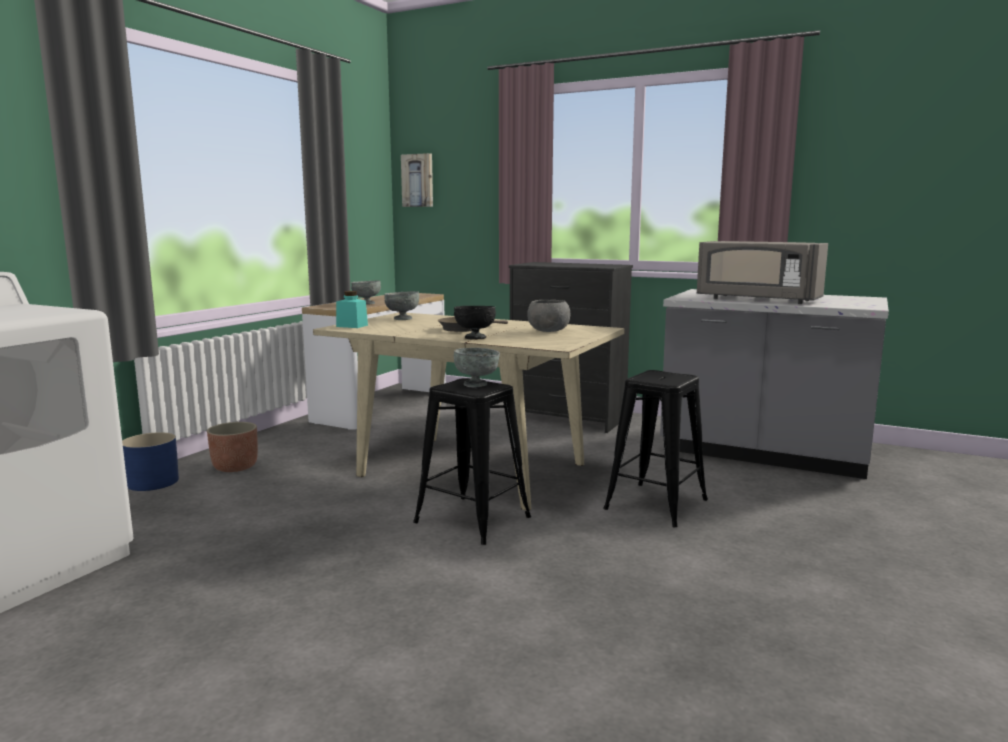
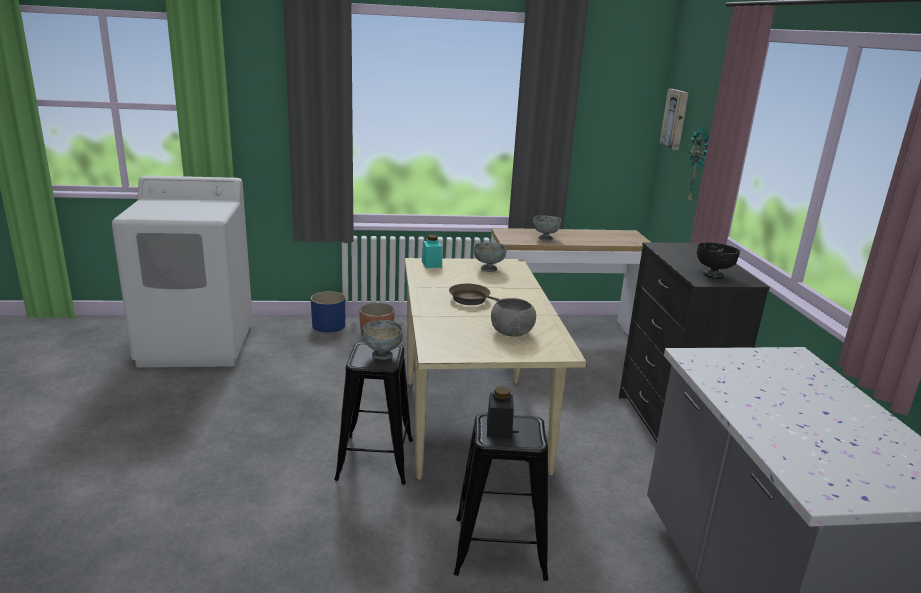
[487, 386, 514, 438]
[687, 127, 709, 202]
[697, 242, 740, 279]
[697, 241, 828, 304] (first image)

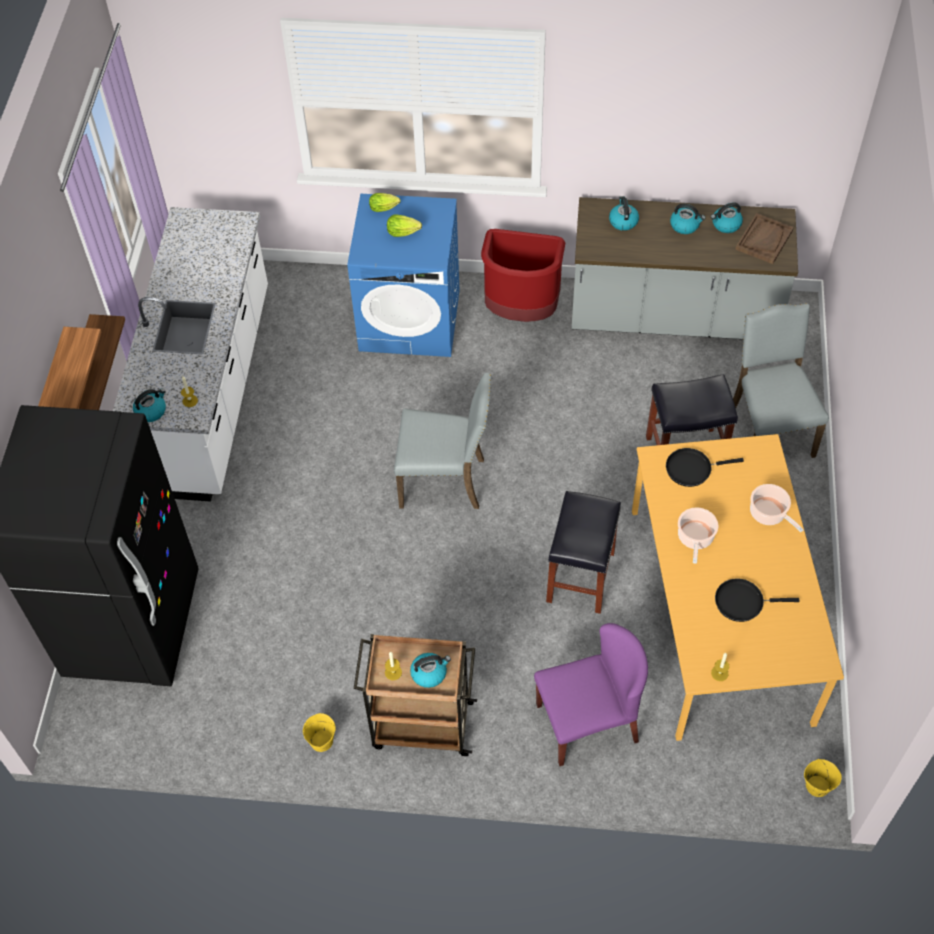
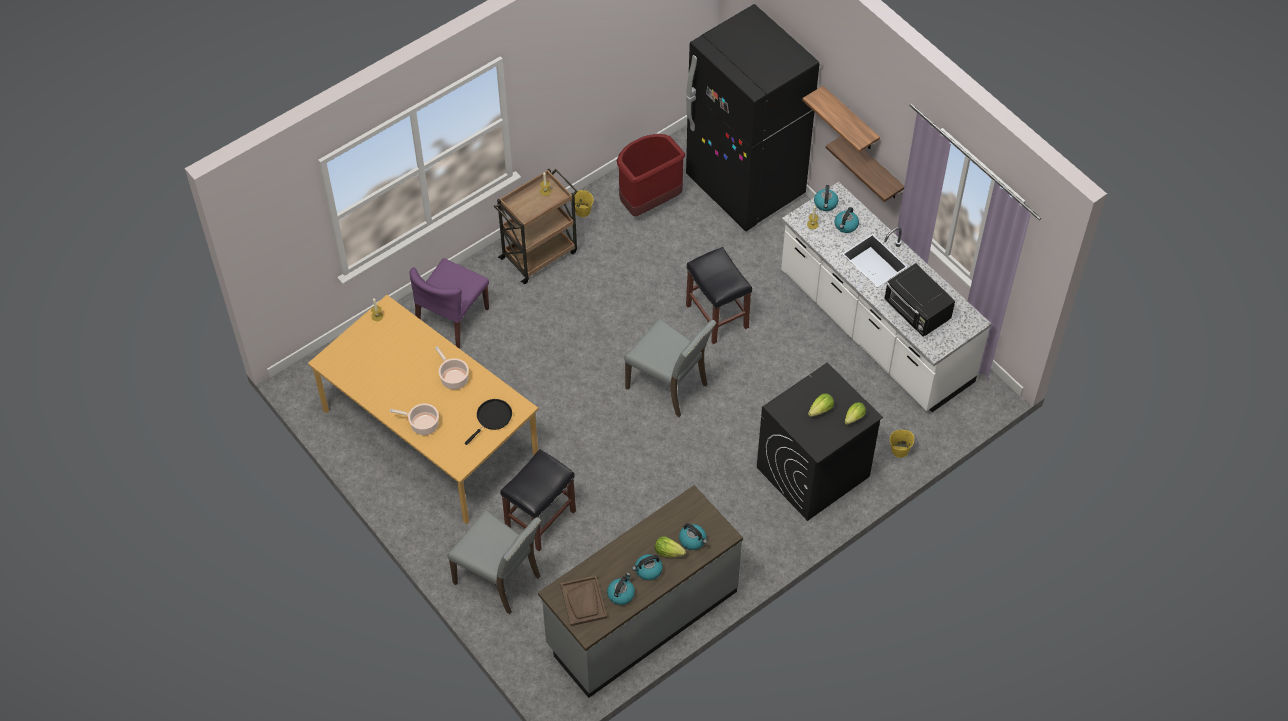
[617, 134, 685, 216]
[624, 318, 717, 417]
[655, 536, 686, 557]
[686, 247, 752, 344]
[757, 362, 883, 521]
[834, 207, 859, 233]
[884, 263, 955, 337]
[890, 430, 914, 458]
[715, 578, 799, 622] (first image)

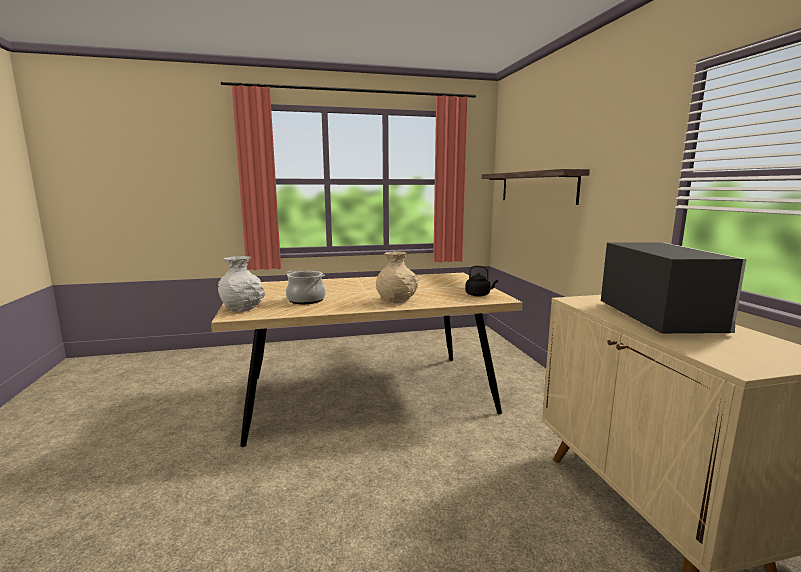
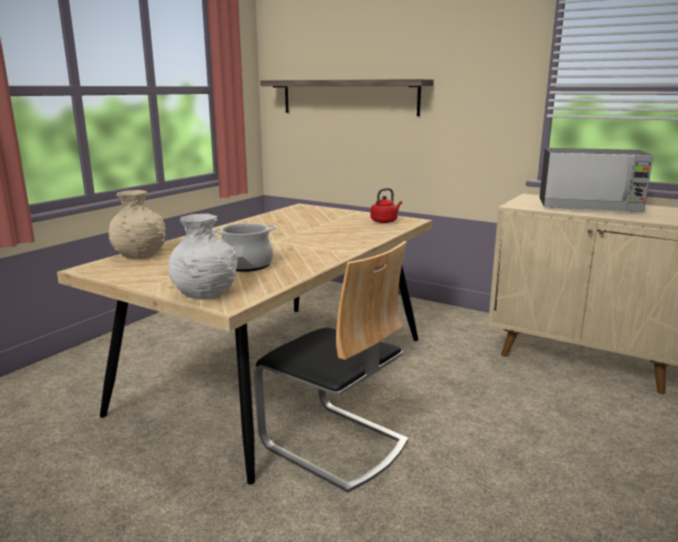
[108, 190, 165, 259]
[254, 241, 408, 492]
[371, 188, 402, 223]
[539, 148, 654, 212]

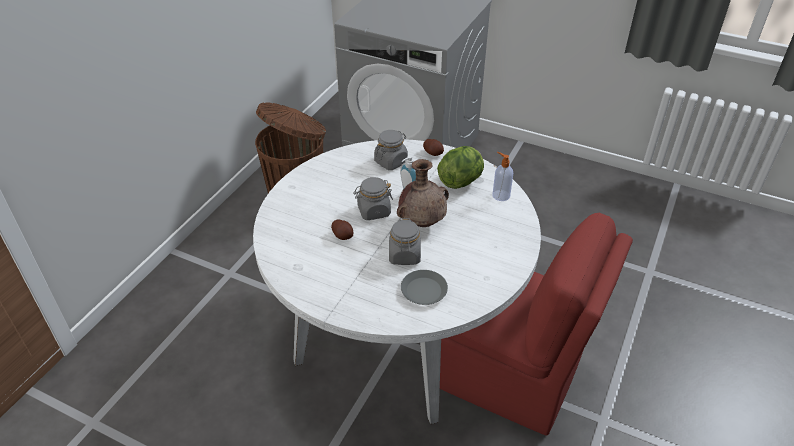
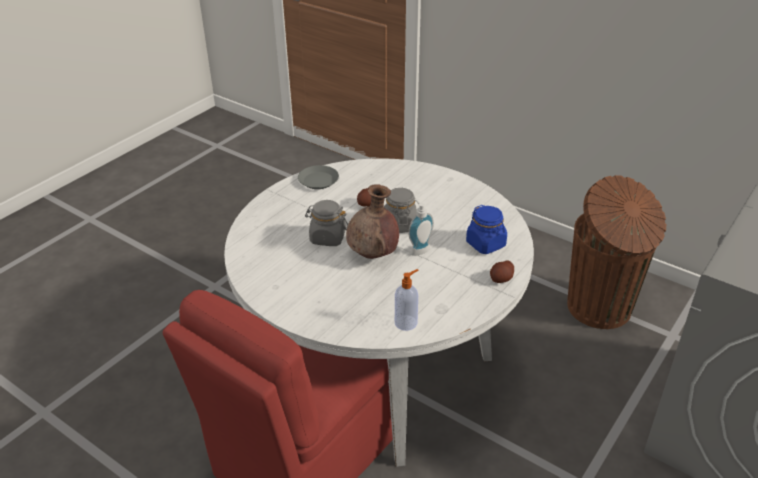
[298, 165, 339, 189]
[466, 205, 507, 254]
[437, 146, 484, 189] (first image)

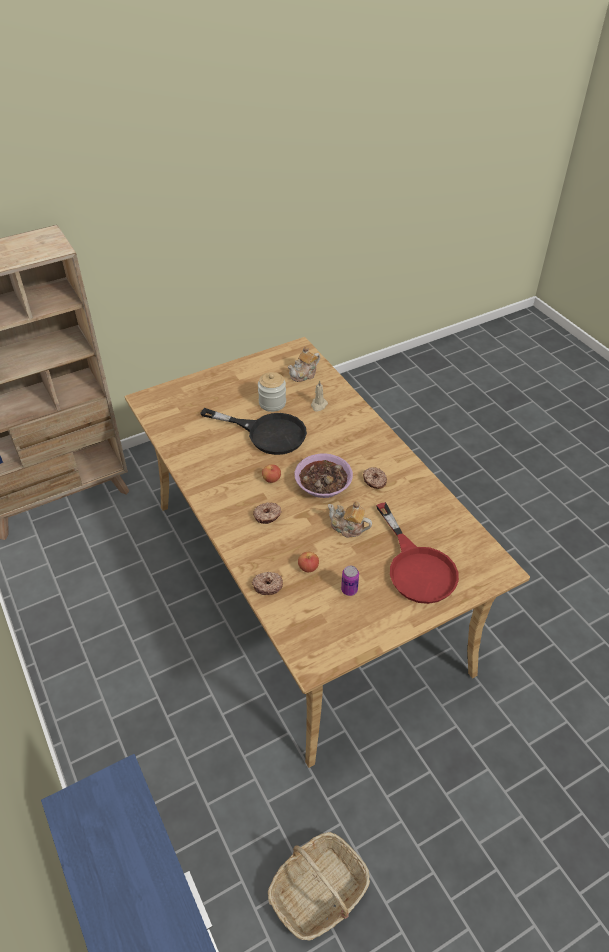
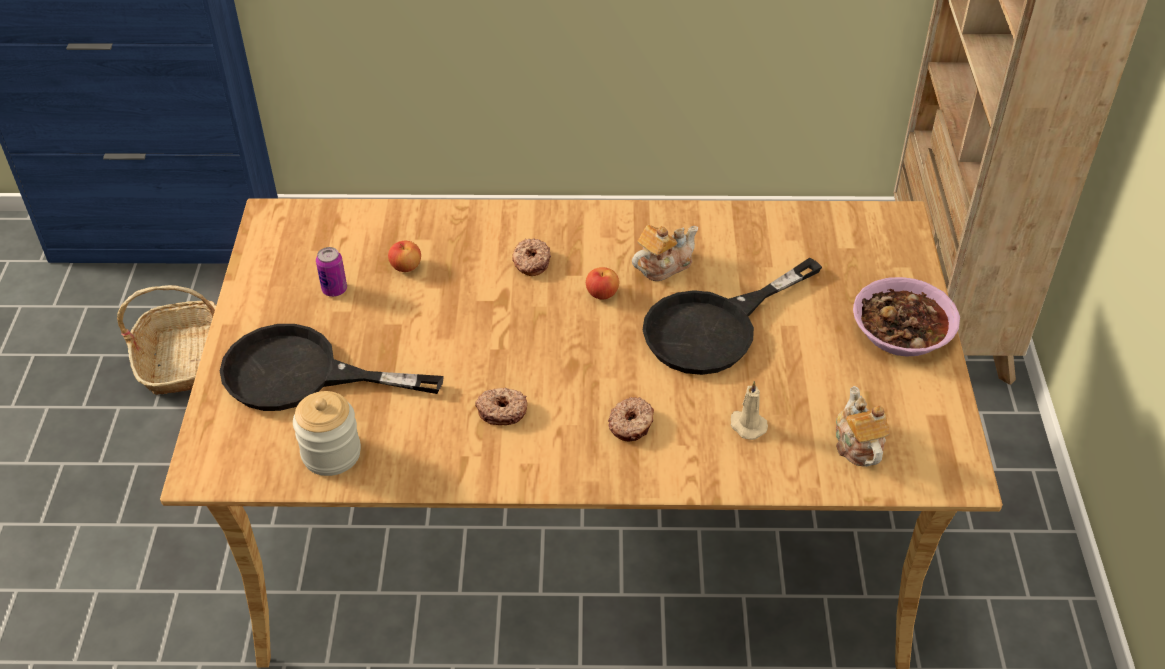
[220, 324, 444, 411]
[293, 391, 361, 476]
[608, 397, 654, 442]
[632, 225, 698, 281]
[853, 277, 960, 357]

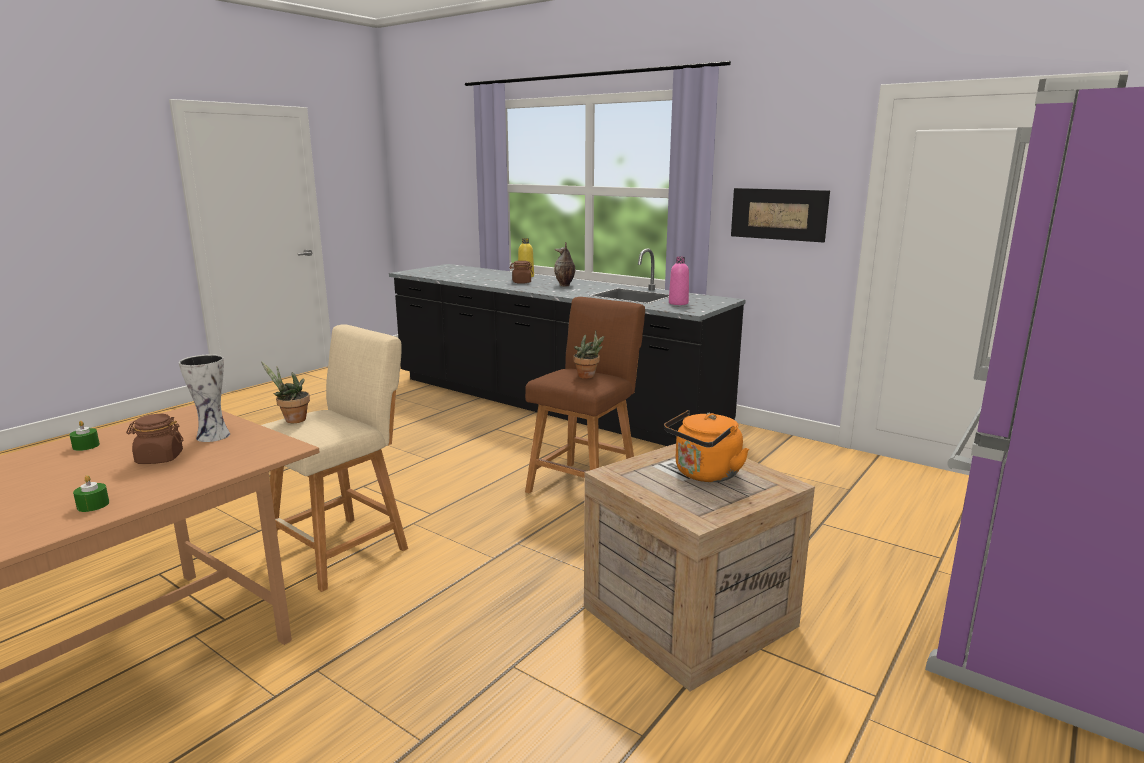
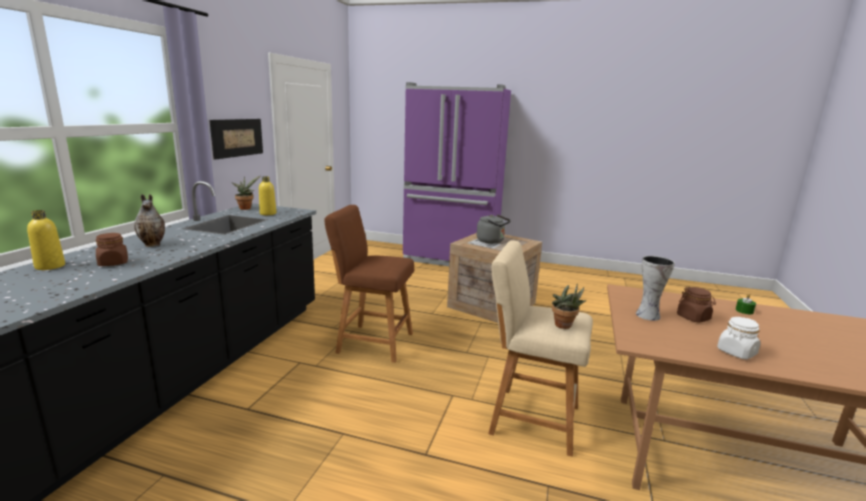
[231, 176, 260, 210]
[259, 176, 276, 215]
[477, 214, 511, 244]
[717, 317, 760, 359]

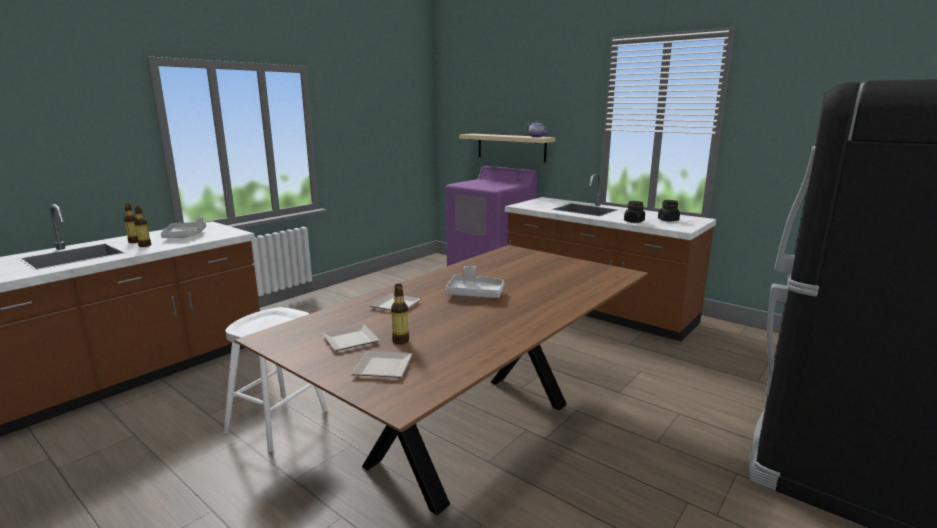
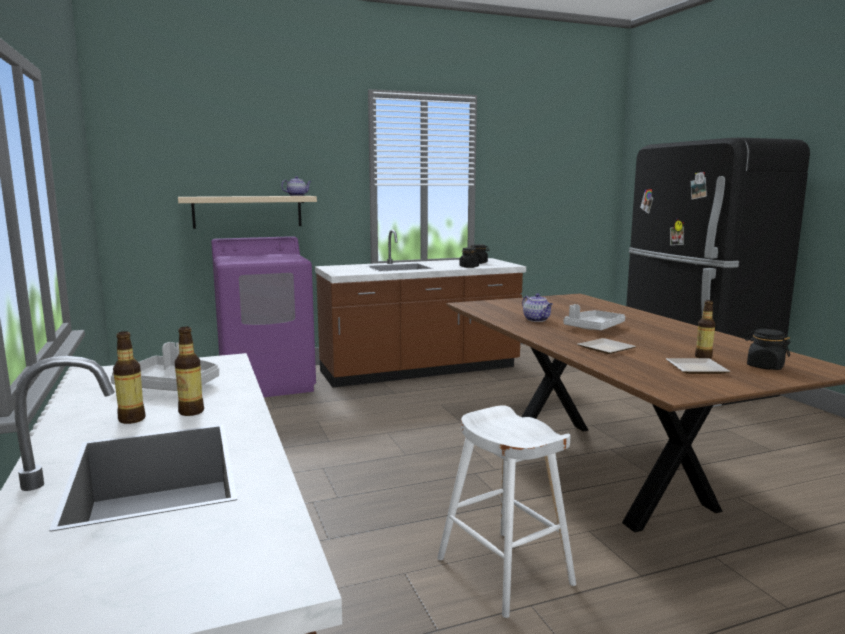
[522, 293, 553, 322]
[745, 329, 790, 370]

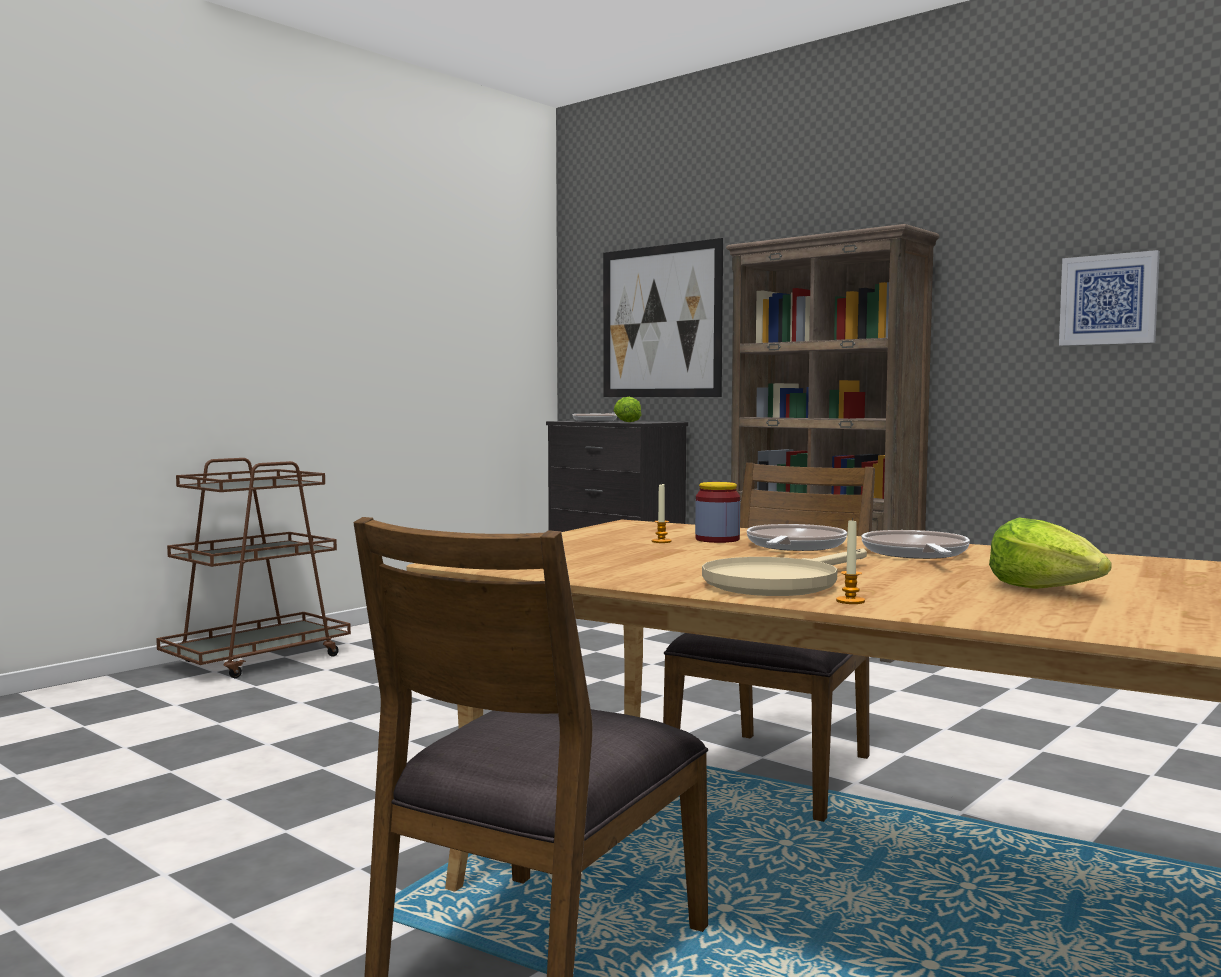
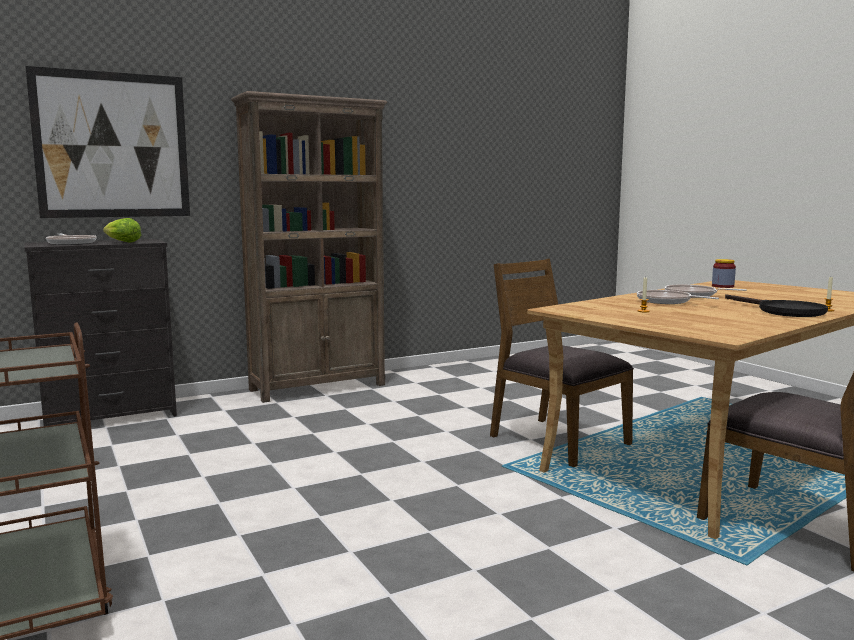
[712, 259, 736, 288]
[725, 294, 828, 317]
[989, 517, 1111, 589] (first image)
[1059, 250, 1160, 346] (first image)

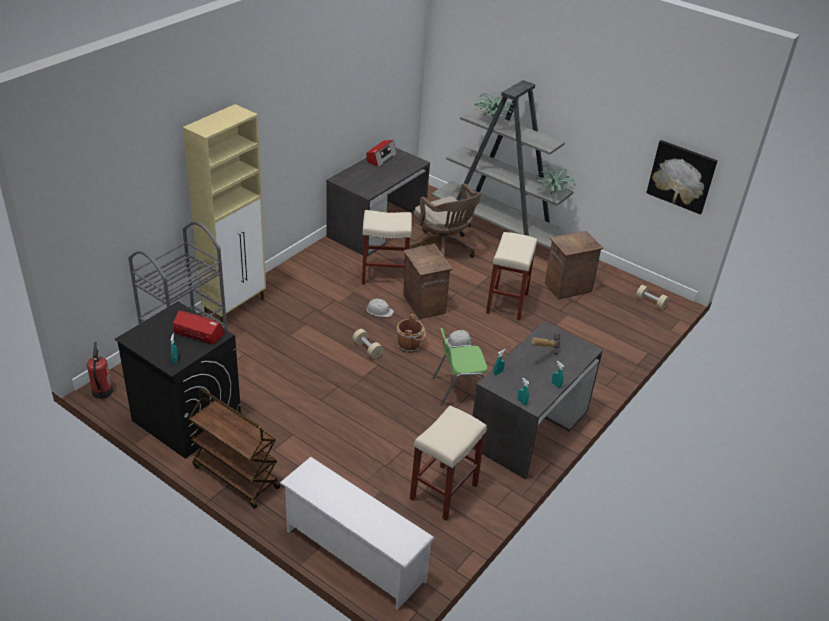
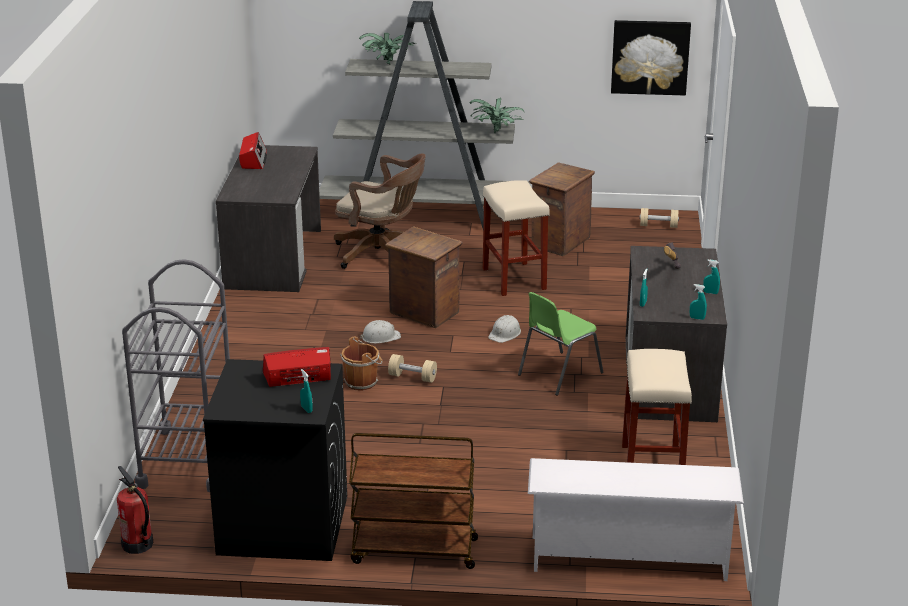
[340, 336, 383, 391]
[183, 104, 266, 326] (first image)
[362, 210, 412, 285] (first image)

